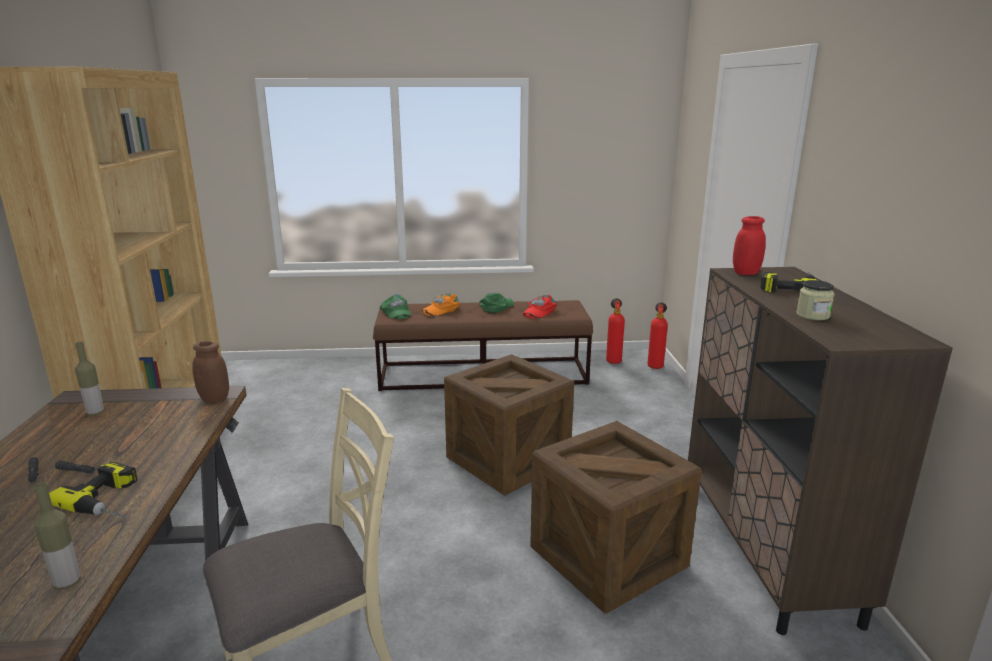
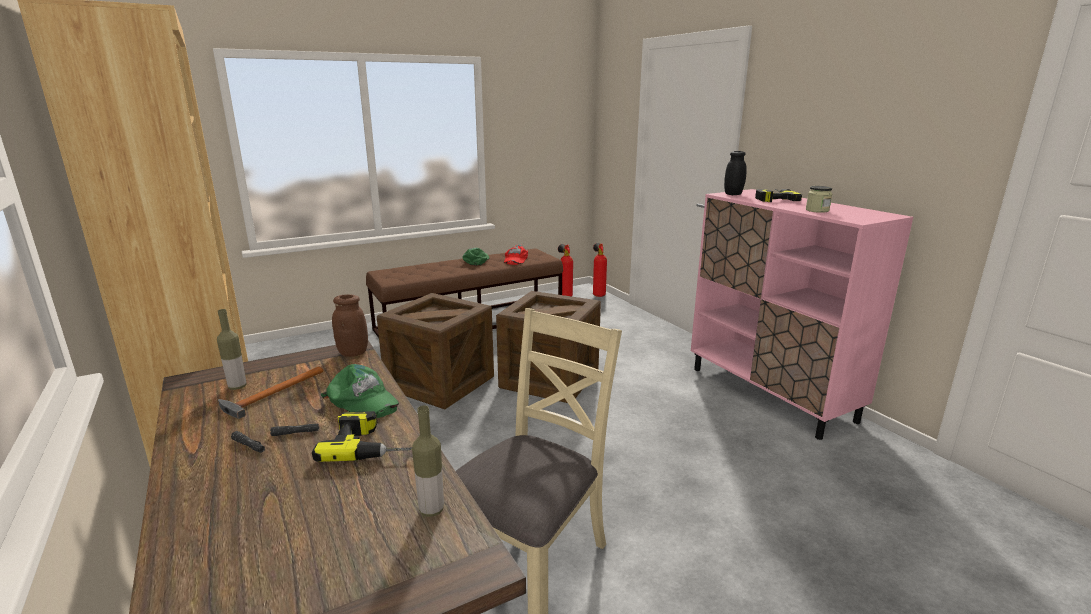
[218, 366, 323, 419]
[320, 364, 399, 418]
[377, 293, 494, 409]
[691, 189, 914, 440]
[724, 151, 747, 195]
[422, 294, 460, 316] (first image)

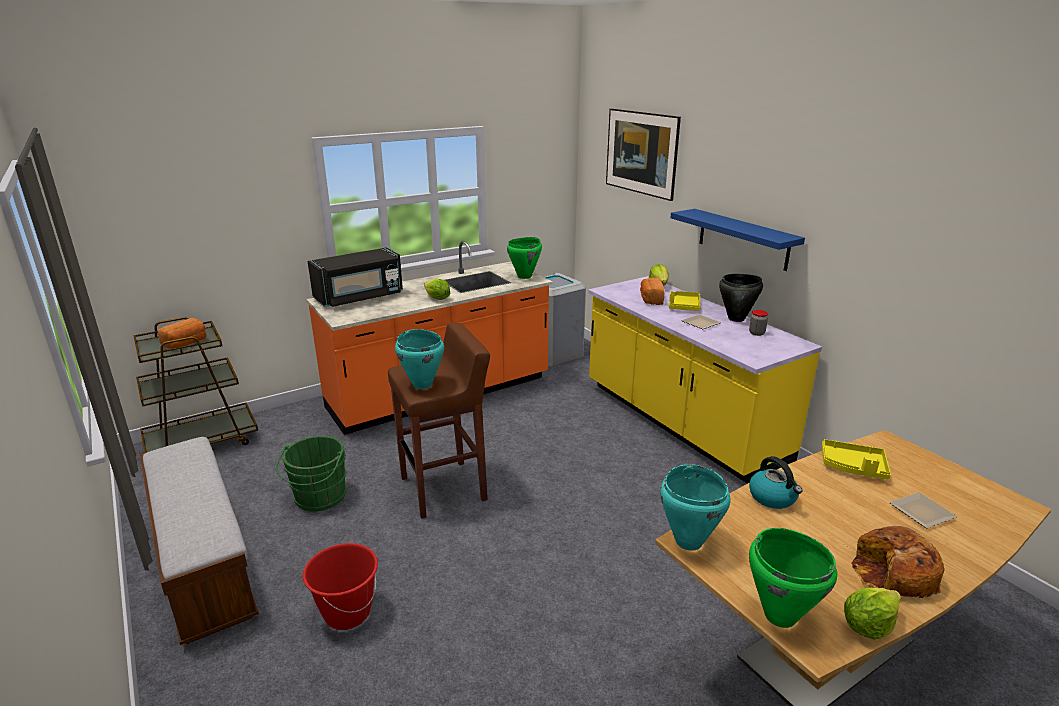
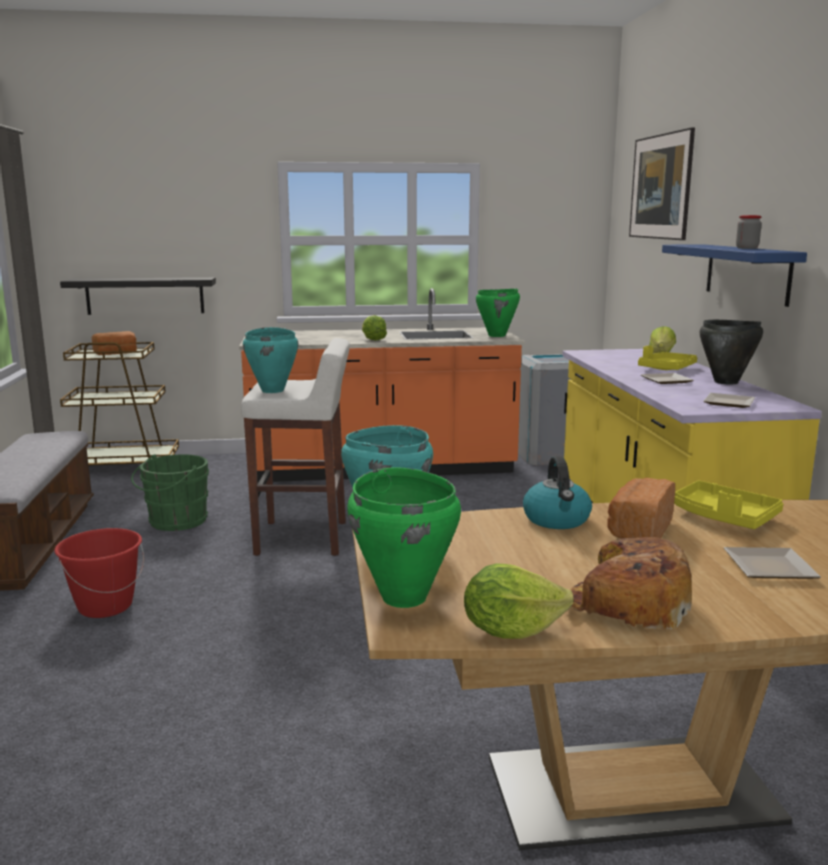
[60, 277, 216, 315]
[241, 338, 350, 556]
[607, 478, 675, 539]
[703, 393, 755, 408]
[736, 215, 762, 249]
[308, 247, 403, 307] (first image)

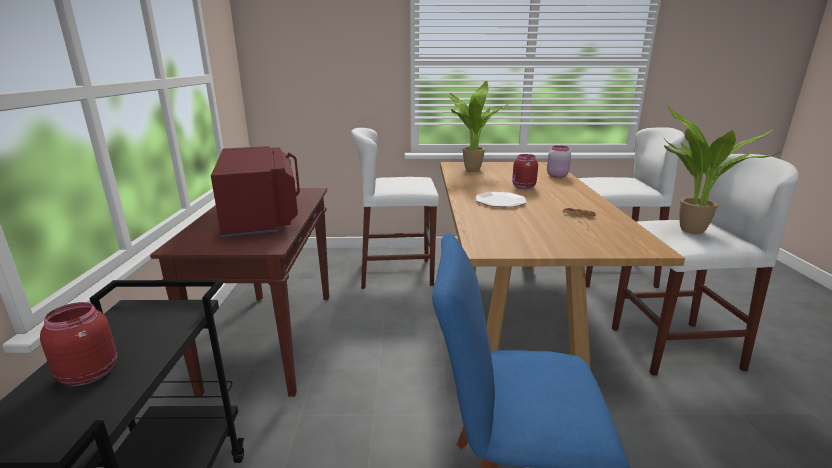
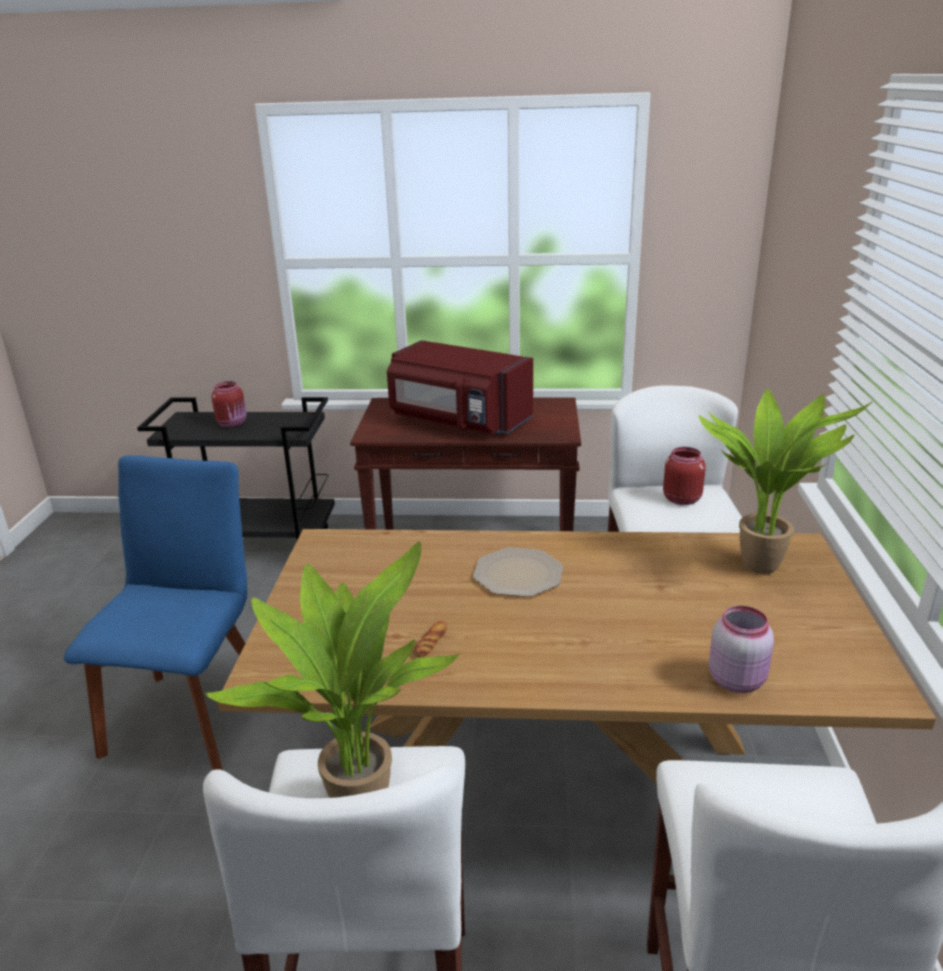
[387, 340, 533, 434]
[663, 447, 706, 505]

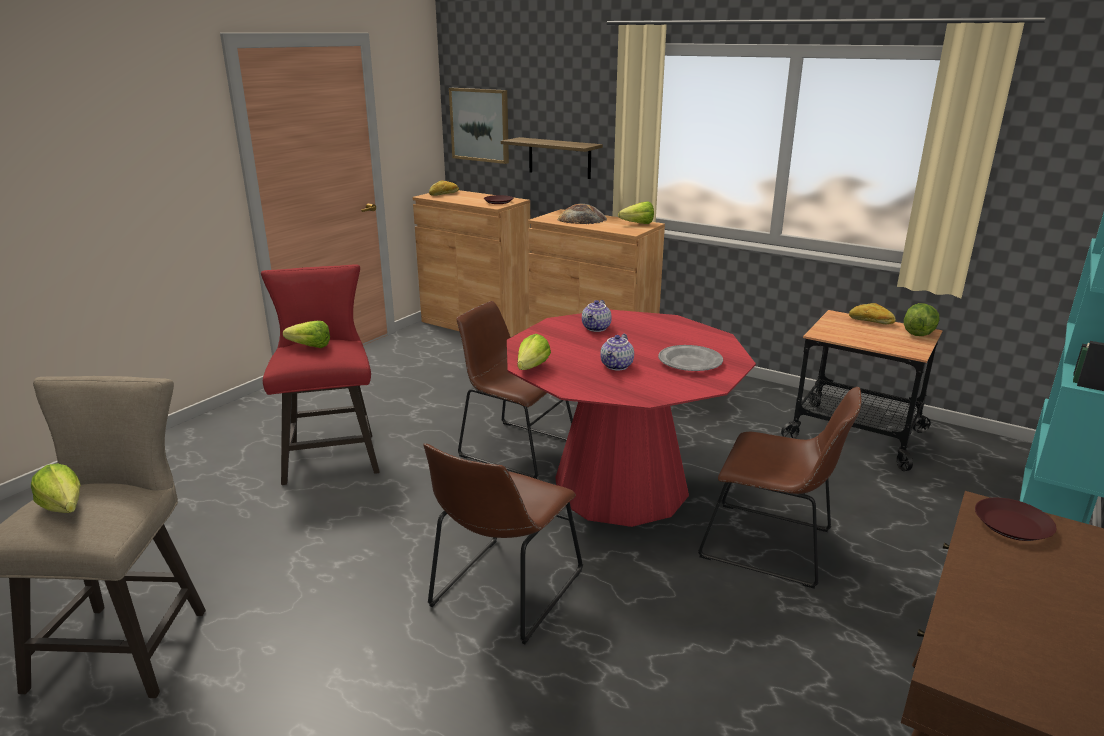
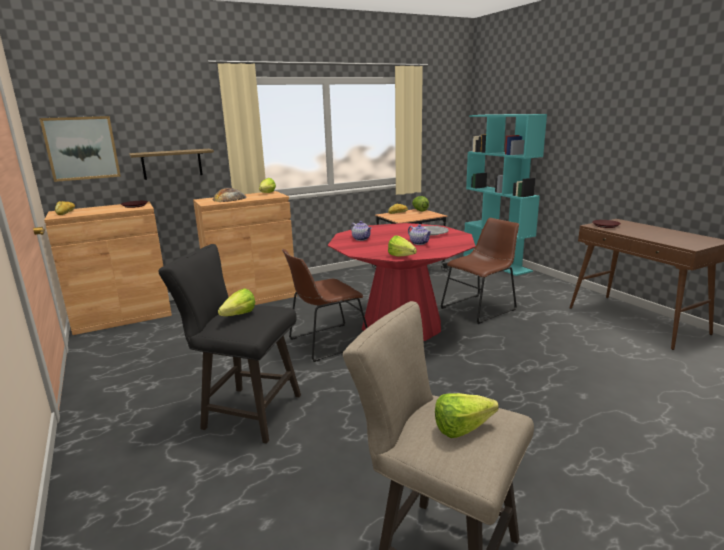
[158, 244, 301, 444]
[423, 443, 583, 644] (first image)

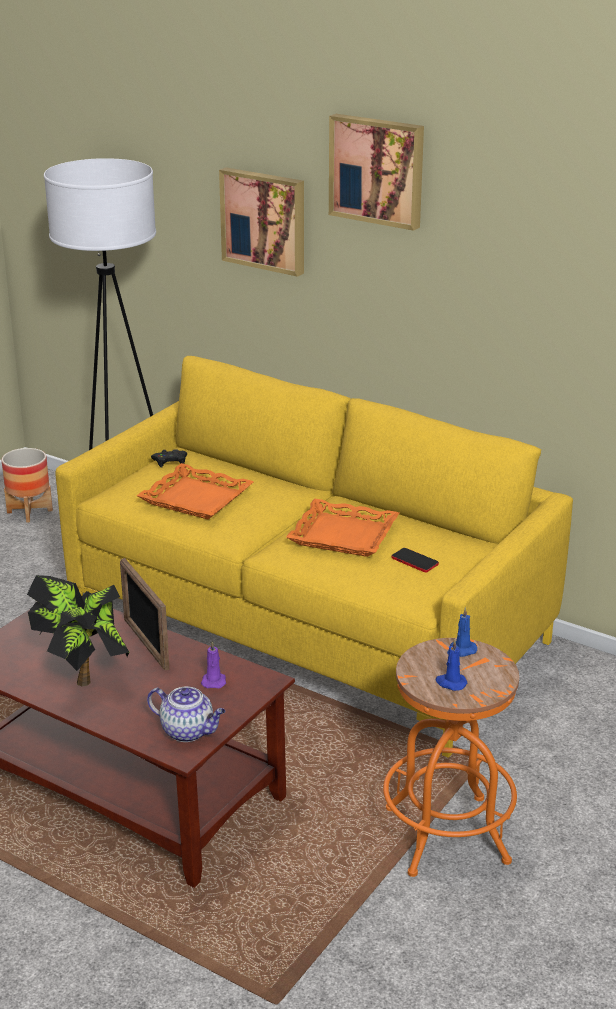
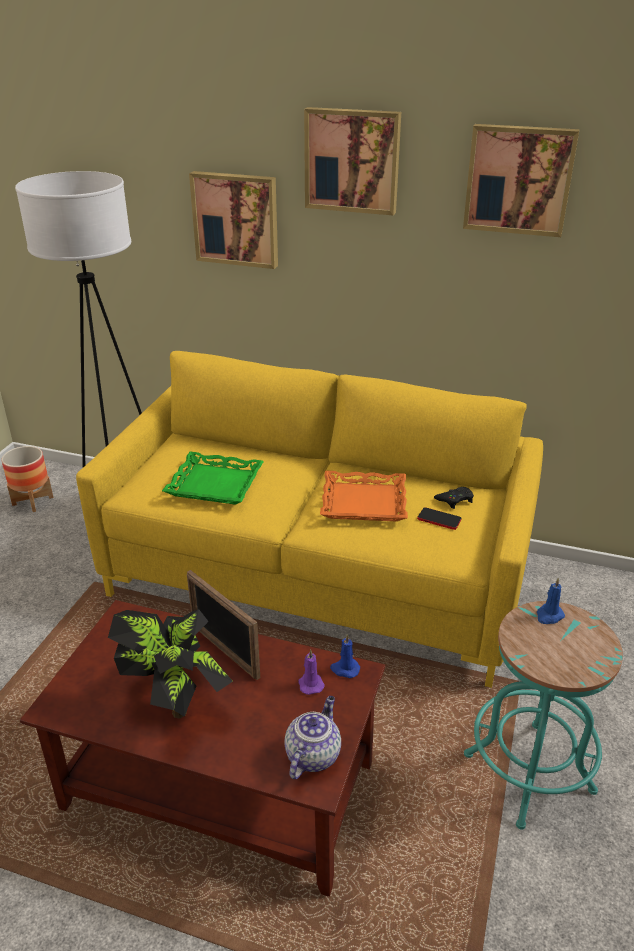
[162, 452, 264, 505]
[284, 696, 341, 779]
[330, 634, 360, 678]
[434, 487, 474, 509]
[463, 124, 580, 237]
[464, 601, 623, 830]

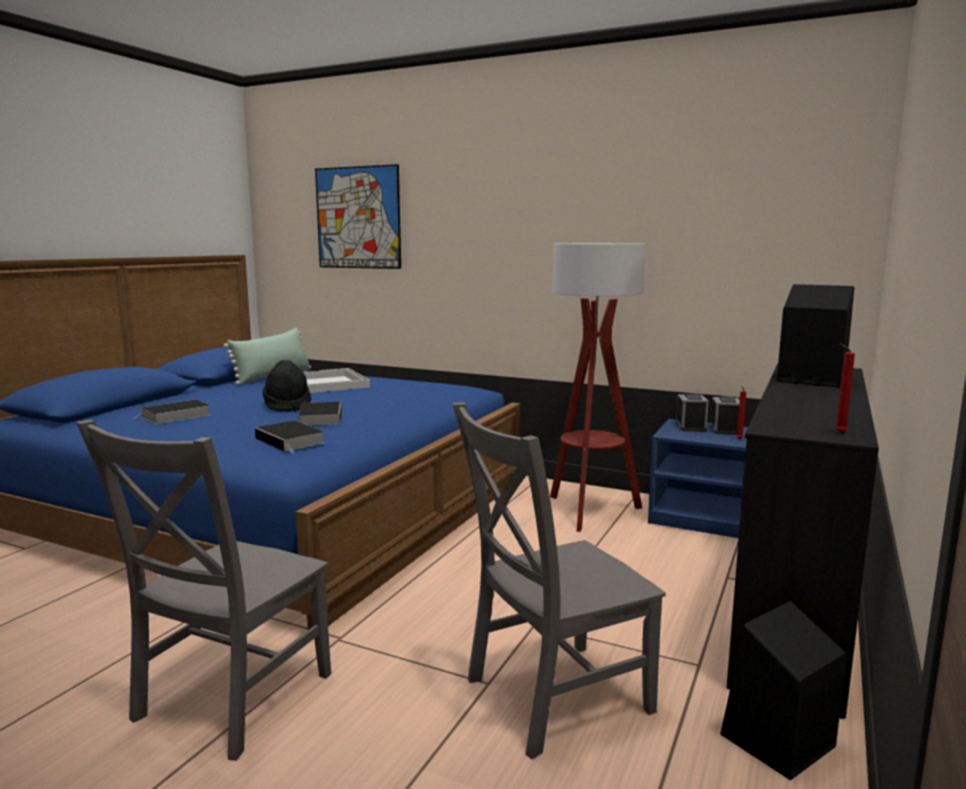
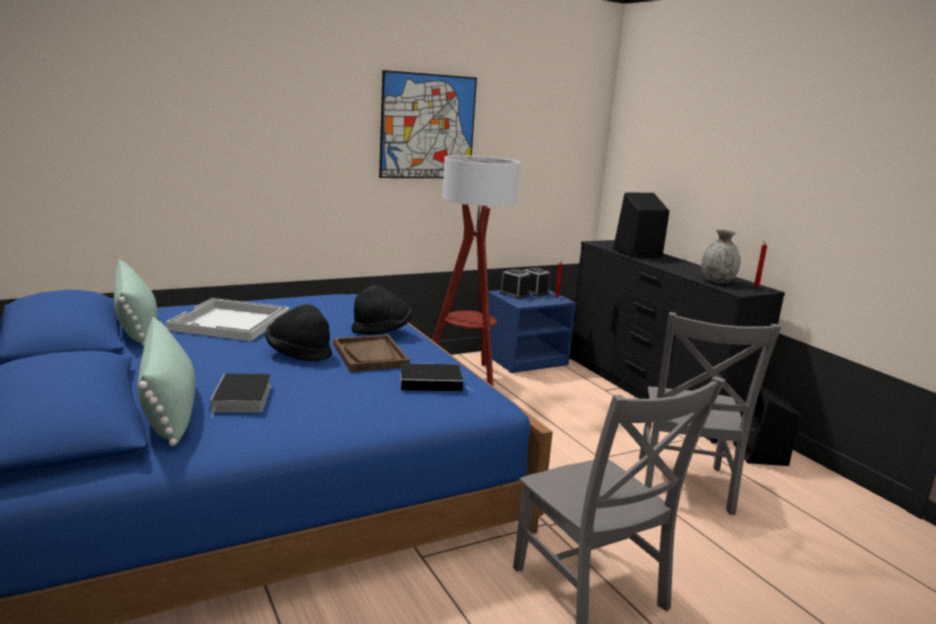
[137, 317, 195, 446]
[334, 335, 410, 372]
[352, 285, 412, 335]
[379, 70, 477, 178]
[701, 229, 740, 283]

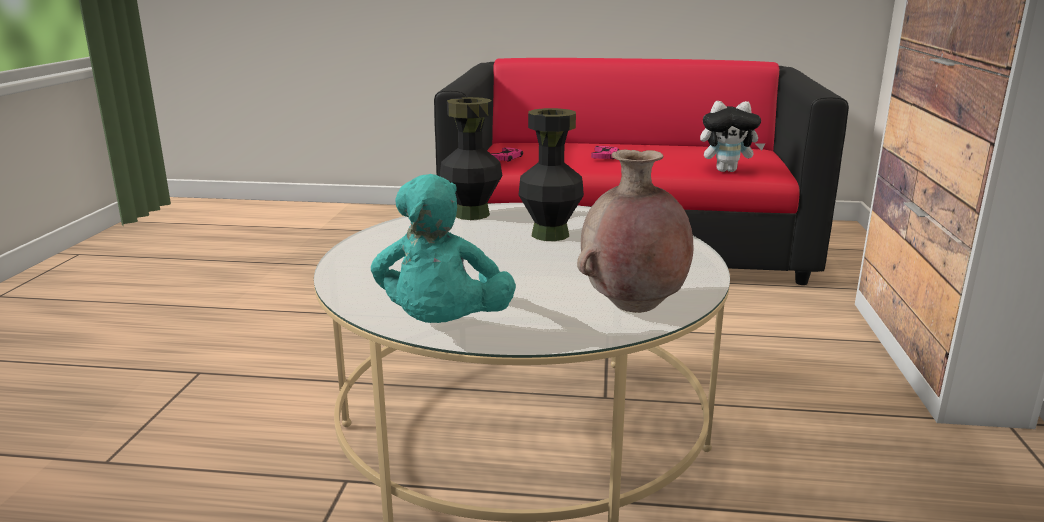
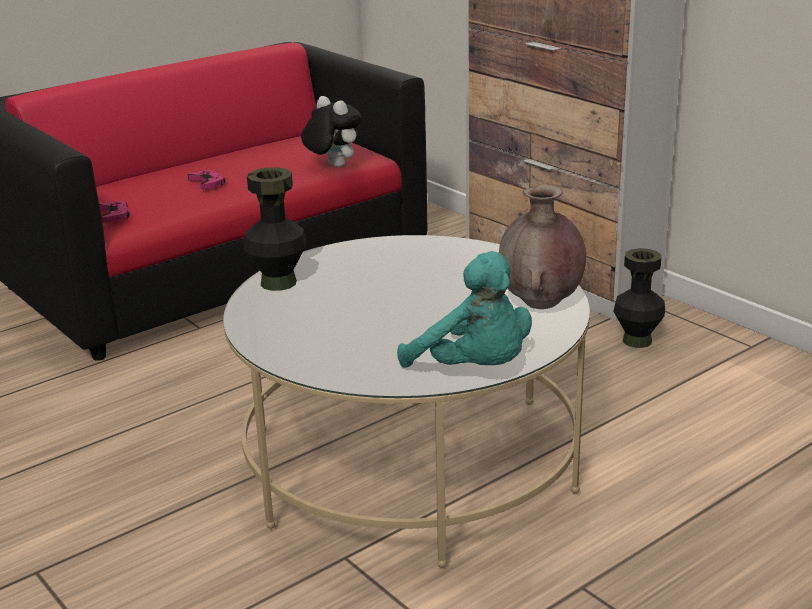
[301, 96, 362, 168]
[613, 248, 665, 348]

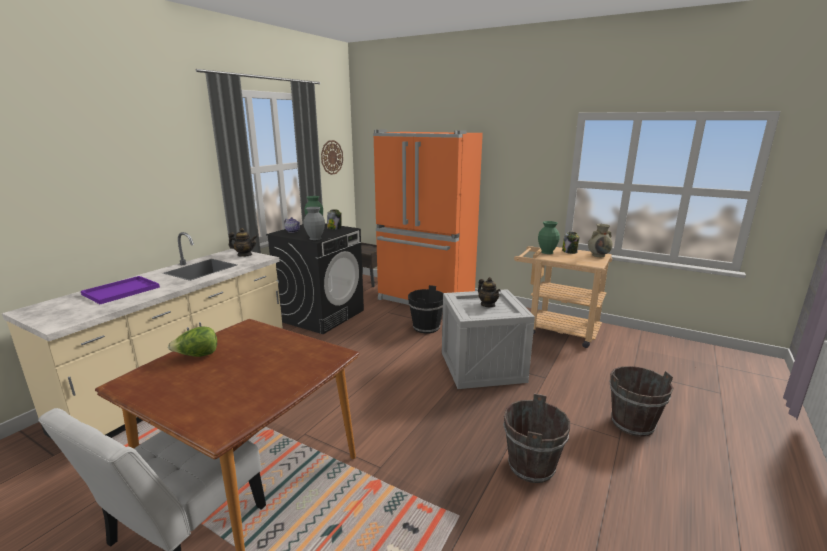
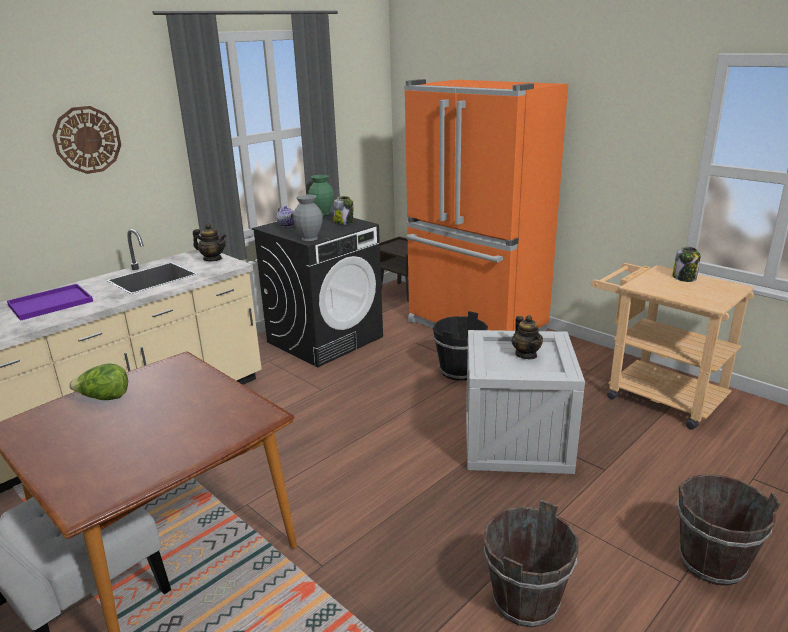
[52, 106, 121, 174]
[538, 221, 560, 254] (first image)
[588, 224, 613, 257] (first image)

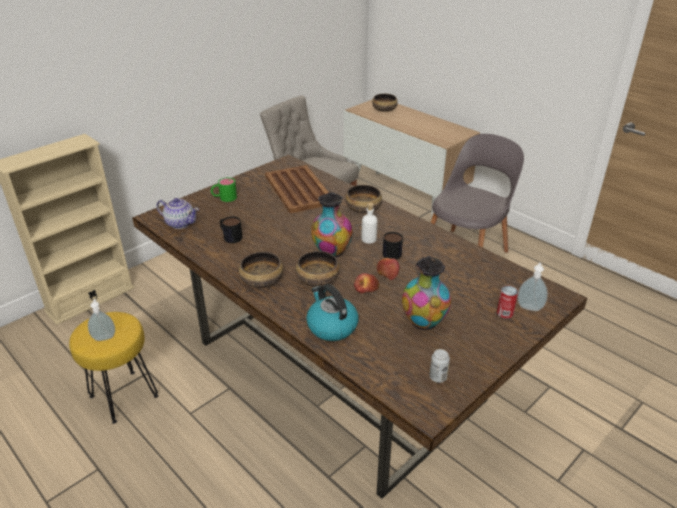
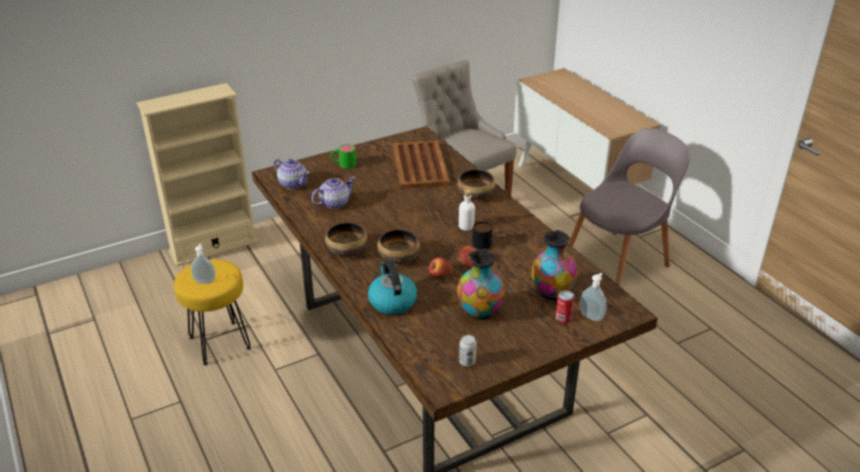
[311, 176, 356, 209]
[532, 230, 578, 300]
[372, 94, 398, 112] (first image)

